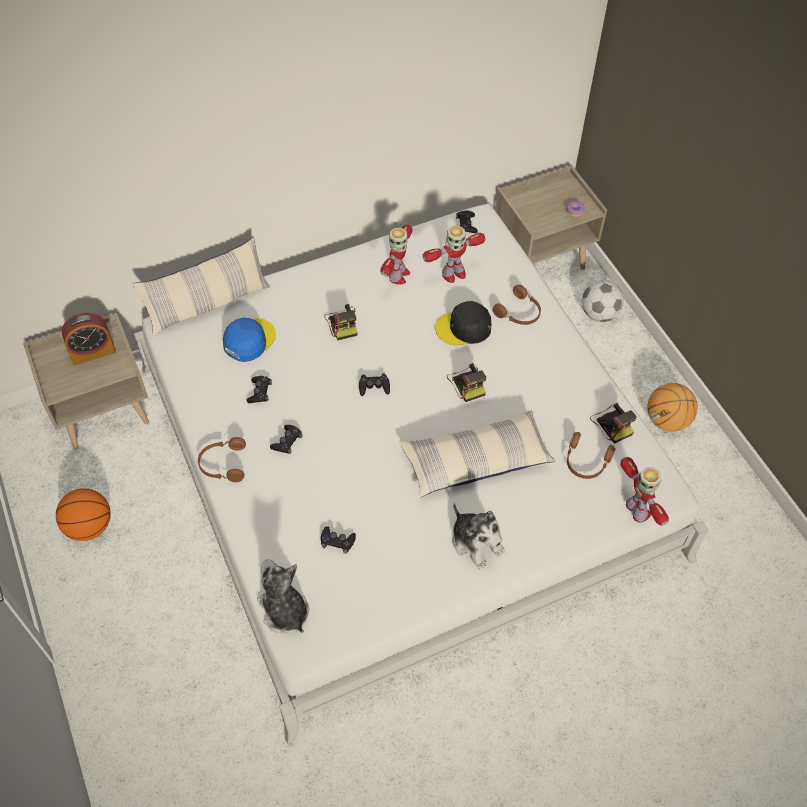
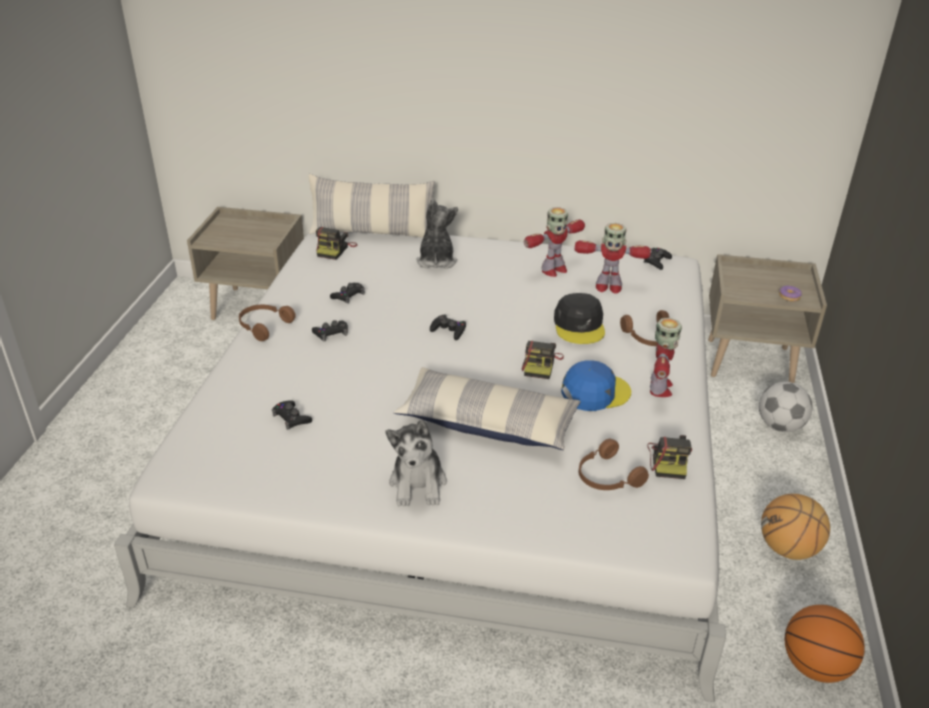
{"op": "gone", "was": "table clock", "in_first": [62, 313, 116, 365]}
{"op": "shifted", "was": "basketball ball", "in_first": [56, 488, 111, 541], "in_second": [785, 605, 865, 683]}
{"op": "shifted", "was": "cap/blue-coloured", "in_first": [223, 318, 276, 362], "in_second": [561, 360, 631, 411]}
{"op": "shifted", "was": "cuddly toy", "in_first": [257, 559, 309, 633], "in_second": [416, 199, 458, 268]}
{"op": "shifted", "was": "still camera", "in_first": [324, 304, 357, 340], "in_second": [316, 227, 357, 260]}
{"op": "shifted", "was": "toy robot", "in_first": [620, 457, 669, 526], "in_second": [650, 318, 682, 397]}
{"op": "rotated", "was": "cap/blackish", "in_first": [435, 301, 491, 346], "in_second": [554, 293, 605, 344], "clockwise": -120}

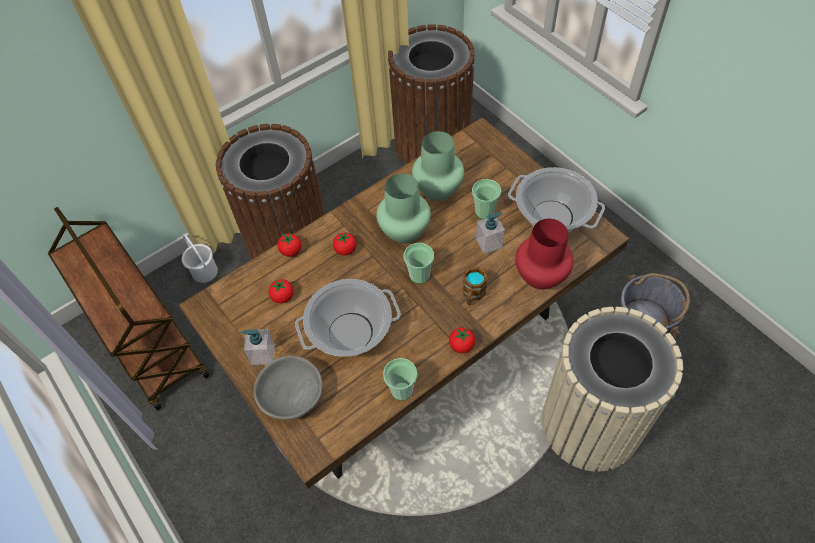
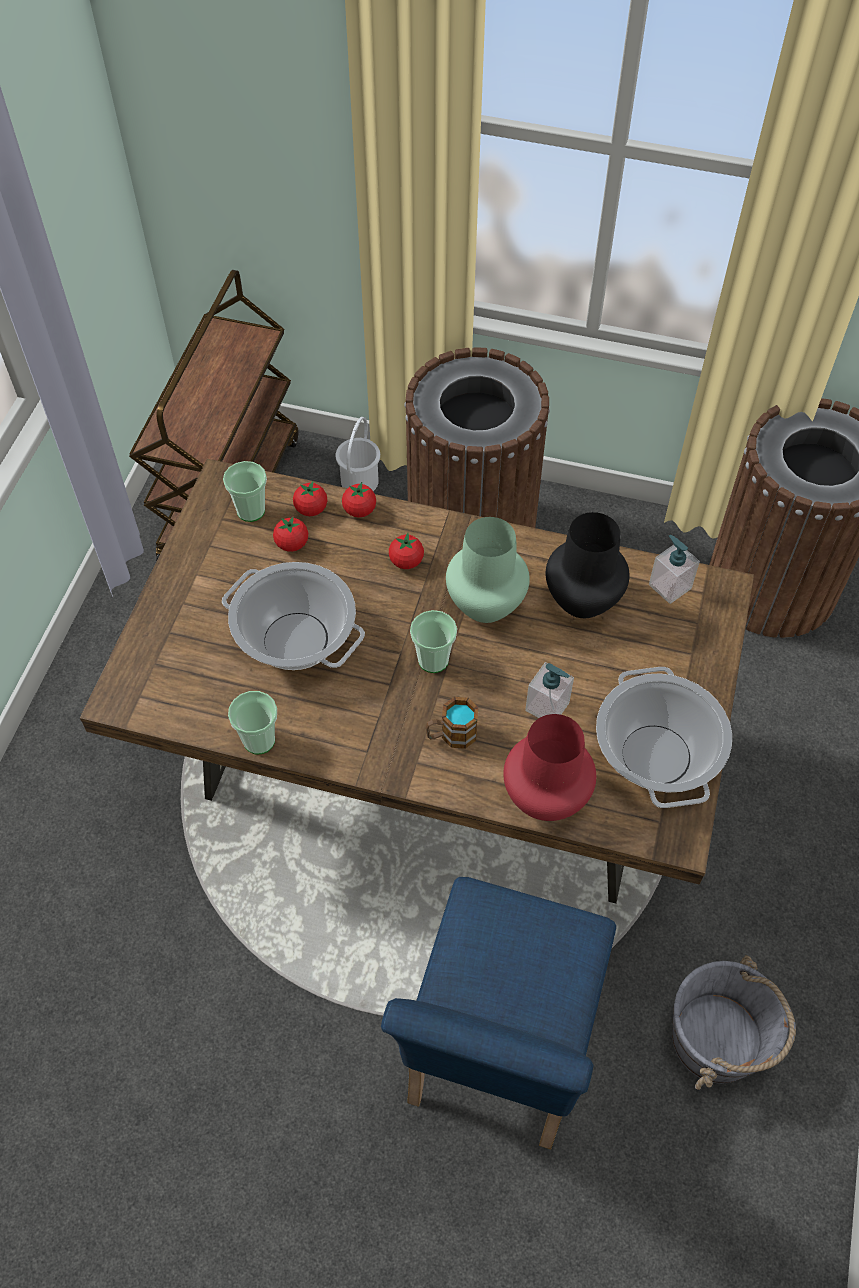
{"op": "gone", "was": "serving bowl/gray", "in_first": [254, 356, 323, 420]}
{"op": "shifted", "was": "liquid soap bottle", "in_first": [240, 329, 275, 365], "in_second": [649, 535, 700, 604]}
{"op": "shifted", "was": "tomato", "in_first": [449, 328, 475, 353], "in_second": [293, 481, 327, 516]}
{"op": "shifted", "was": "small cup", "in_first": [472, 179, 501, 219], "in_second": [223, 461, 267, 522]}
{"op": "swapped", "was": "rubbish bin/sand-coloured", "now": "plain chair/blue-coloured", "in_first": [542, 307, 683, 472], "in_second": [381, 877, 616, 1149]}
{"op": "repainted", "was": "vase/greenish", "now": "vase/blackish", "in_first": [412, 131, 464, 201], "in_second": [546, 512, 630, 618]}

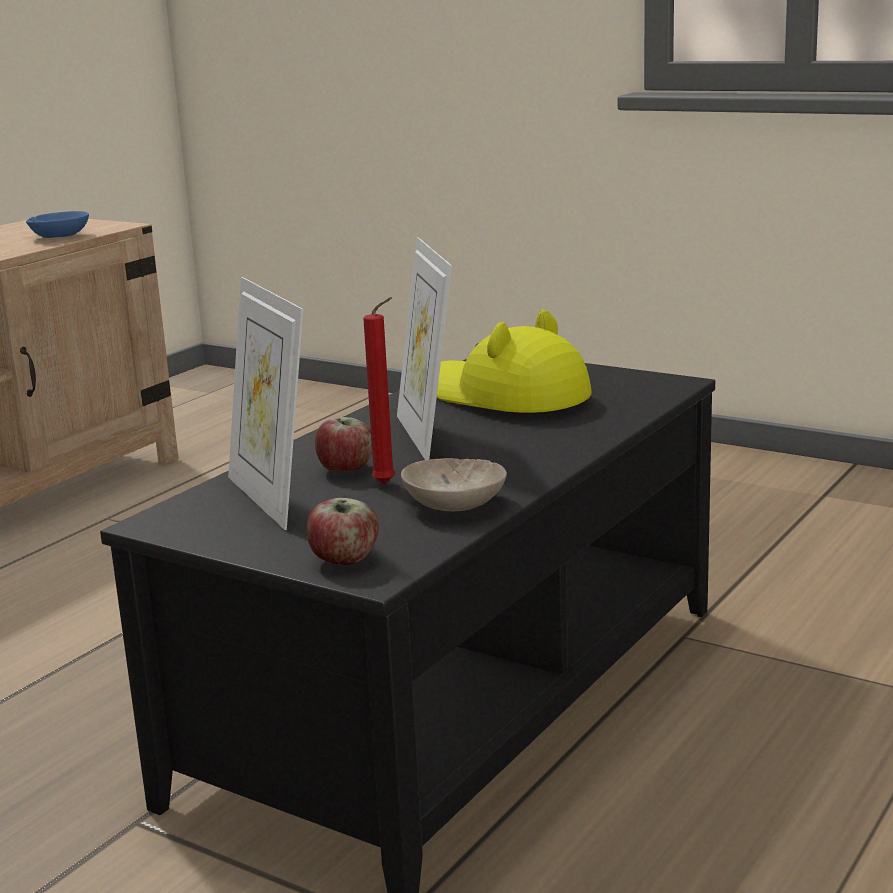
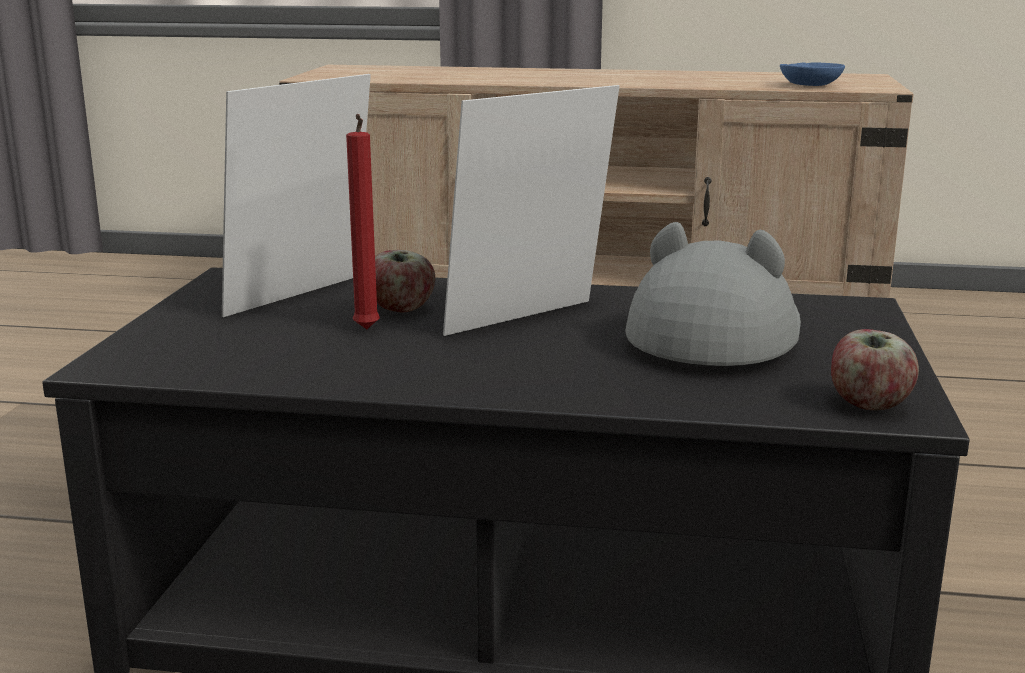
{"op": "gone", "was": "serving bowl/sand-coloured", "in_first": [401, 458, 507, 511]}
{"op": "shifted", "was": "apple fruit", "in_first": [307, 498, 379, 565], "in_second": [831, 329, 919, 410]}
{"op": "repainted", "was": "wearable hat/yellowish", "now": "wearable hat/gray", "in_first": [437, 310, 592, 413], "in_second": [625, 222, 801, 366]}

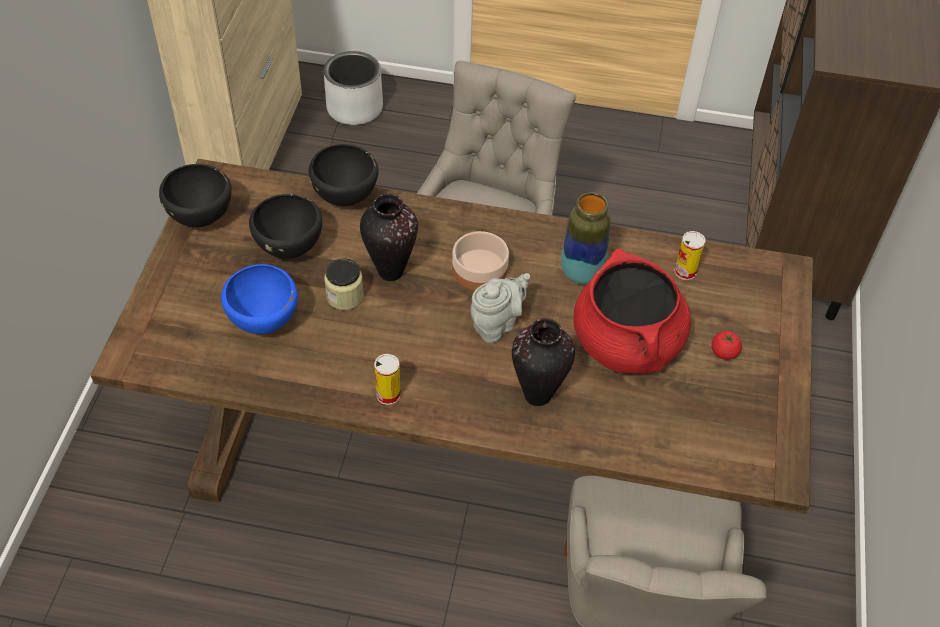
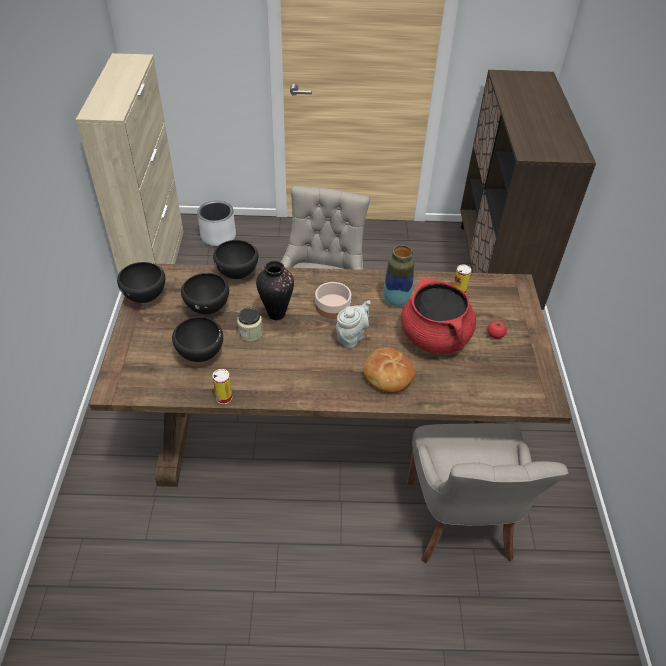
{"op": "shifted", "was": "metal can", "in_first": [374, 354, 401, 405], "in_second": [212, 369, 232, 404]}
{"op": "swapped", "was": "vase", "now": "bakery bread", "in_first": [512, 318, 575, 406], "in_second": [363, 347, 415, 393]}
{"op": "repainted", "was": "serving bowl/blue-coloured", "now": "serving bowl/blackish", "in_first": [221, 264, 298, 334], "in_second": [172, 316, 223, 362]}

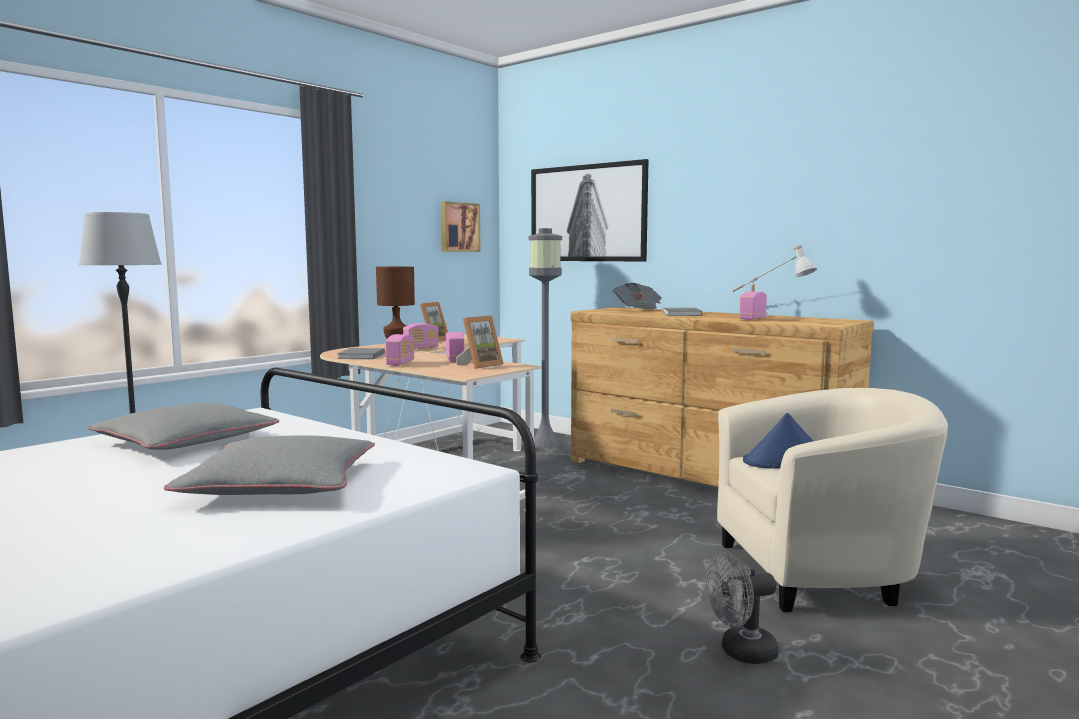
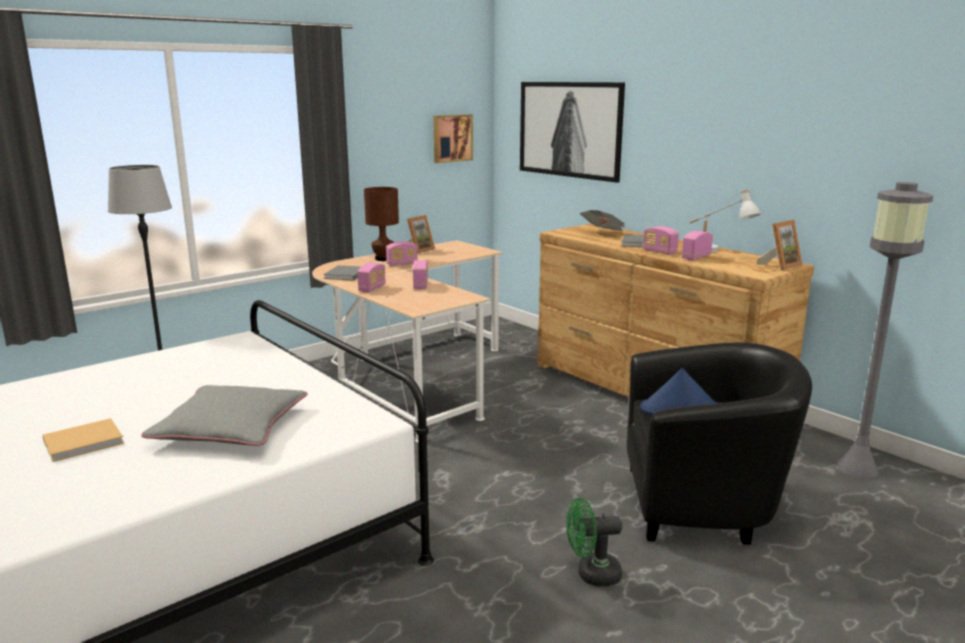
{"op": "gone", "was": "cushion/gray", "in_first": [88, 403, 279, 450]}
{"op": "new", "now": "book/sand-coloured", "in_second": [42, 418, 124, 462]}
{"op": "new", "now": "radio set", "in_second": [643, 226, 679, 255]}
{"op": "shifted", "was": "photo frame", "in_first": [456, 315, 504, 369], "in_second": [757, 220, 803, 271]}
{"op": "shifted", "was": "standard lamp/gray", "in_first": [529, 228, 562, 448], "in_second": [837, 182, 933, 478]}
{"op": "repainted", "was": "fan/gray", "now": "fan/greenish", "in_first": [706, 552, 779, 664], "in_second": [566, 498, 622, 587]}
{"op": "repainted", "was": "lounge chair/sand-coloured", "now": "lounge chair/blackish", "in_first": [717, 388, 948, 612], "in_second": [627, 343, 812, 545]}

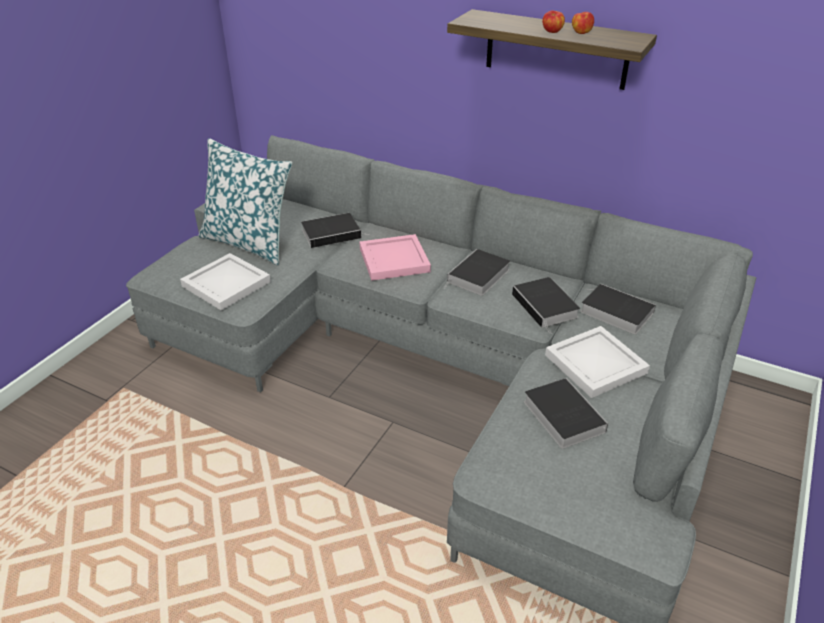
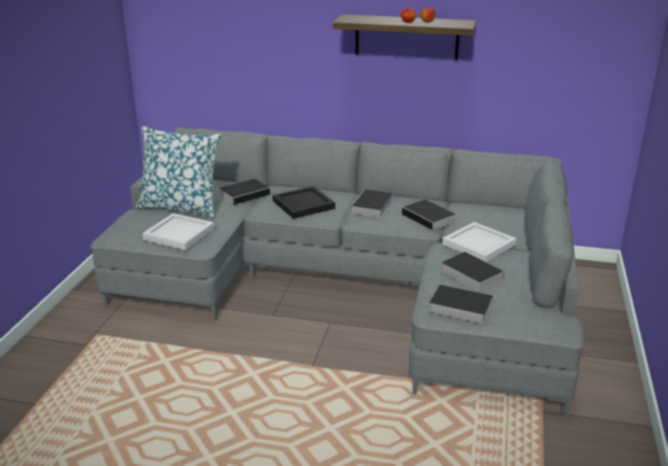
{"op": "shifted", "was": "book", "in_first": [580, 284, 656, 335], "in_second": [429, 284, 493, 324]}
{"op": "repainted", "was": "serving tray/pink-coloured", "now": "serving tray/blackish", "in_first": [359, 234, 431, 281], "in_second": [272, 186, 335, 219]}

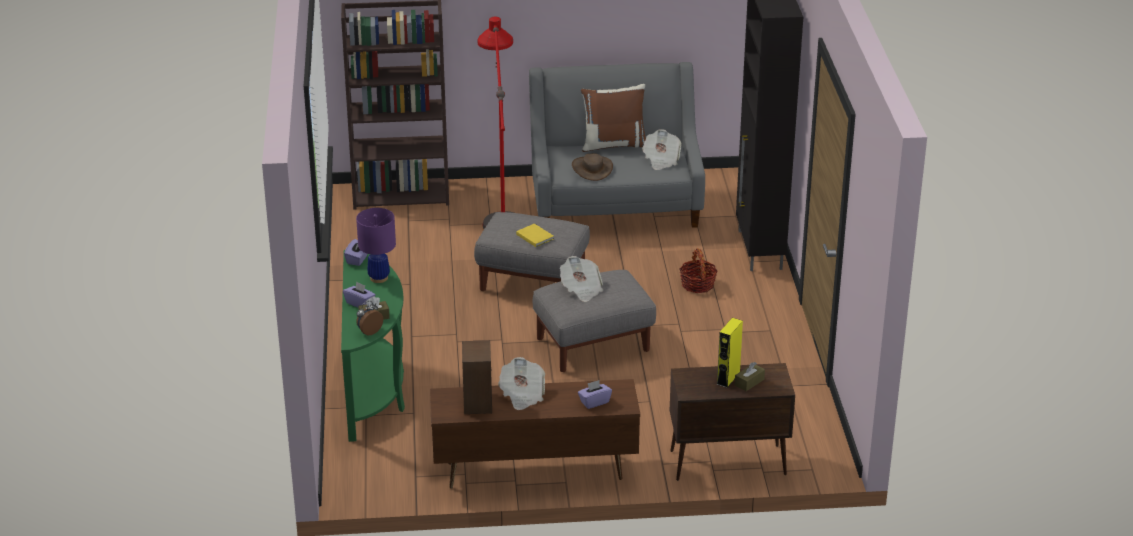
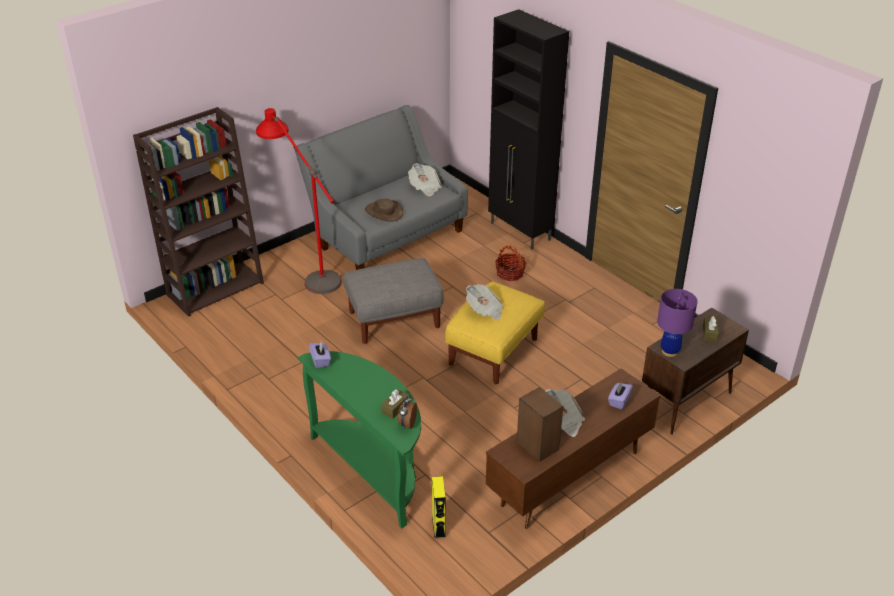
{"op": "gone", "was": "tissue box/purple", "in_first": [343, 281, 376, 307]}
{"op": "gone", "was": "book/yellowish", "in_first": [516, 224, 554, 247]}
{"op": "gone", "was": "cushion/brownish", "in_first": [581, 84, 646, 152]}
{"op": "shifted", "was": "table lamp/purple", "in_first": [356, 208, 396, 283], "in_second": [657, 289, 697, 357]}
{"op": "shifted", "was": "audio speaker/yellowish", "in_first": [717, 318, 743, 388], "in_second": [432, 476, 446, 538]}
{"op": "repainted", "was": "ottoman/gray", "now": "ottoman/yellowish", "in_first": [533, 270, 656, 372], "in_second": [445, 282, 545, 384]}

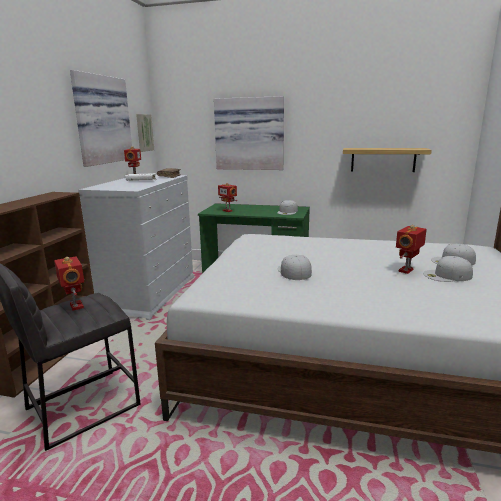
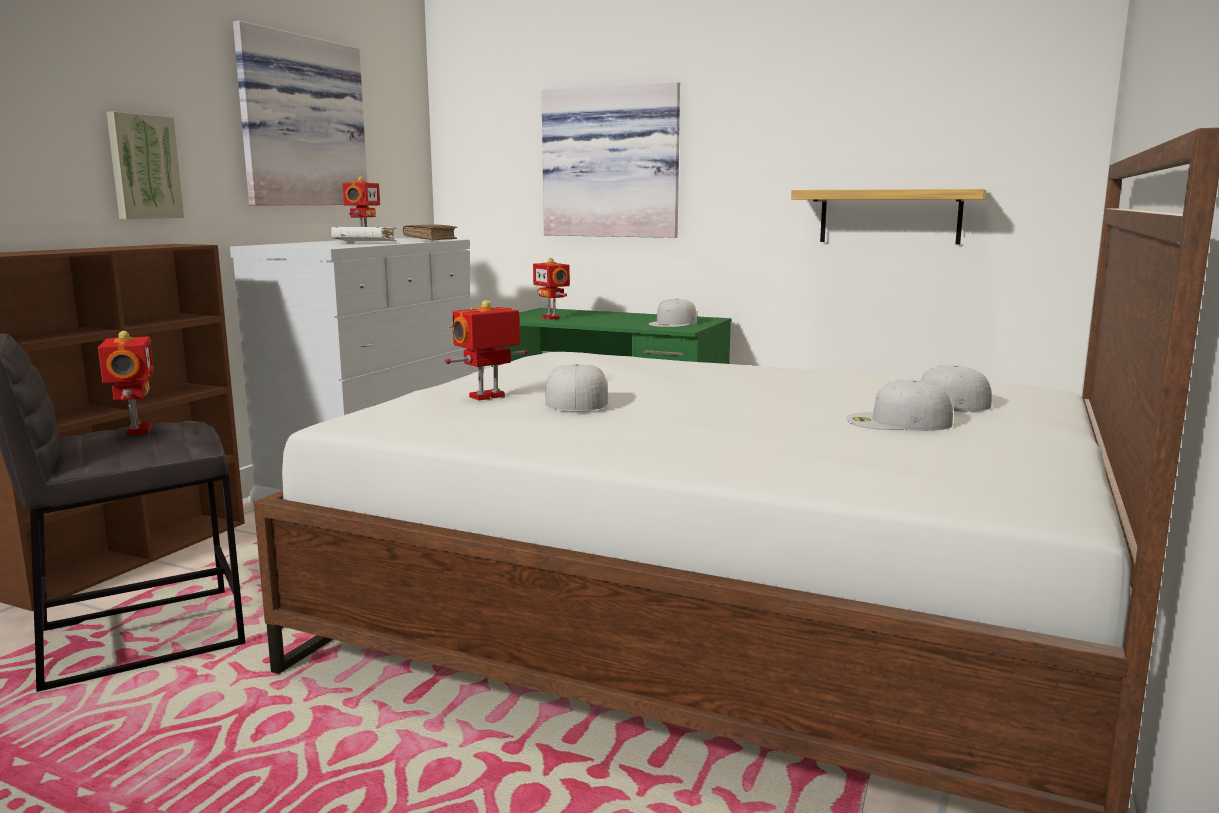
{"op": "shifted", "was": "picture", "in_first": [136, 114, 154, 152], "in_second": [107, 111, 184, 219]}
{"op": "shifted", "was": "toy robot", "in_first": [396, 225, 427, 274], "in_second": [445, 300, 528, 401]}

